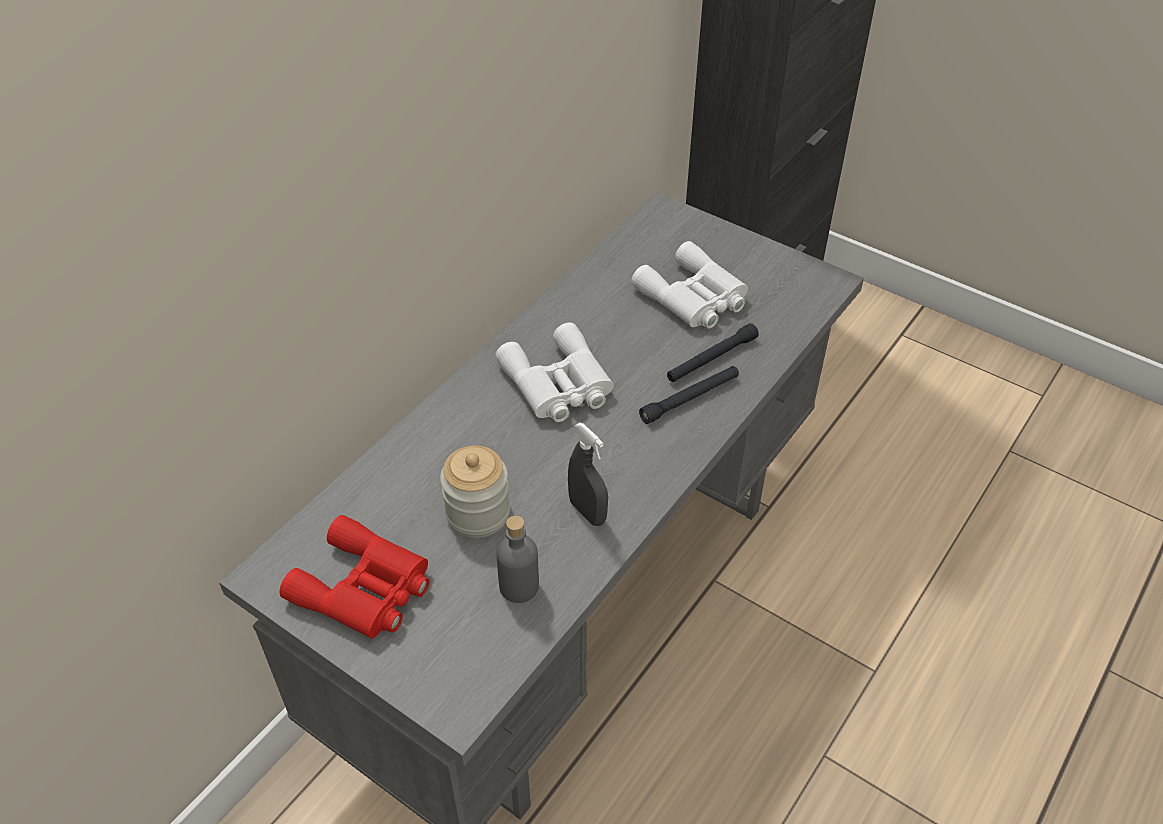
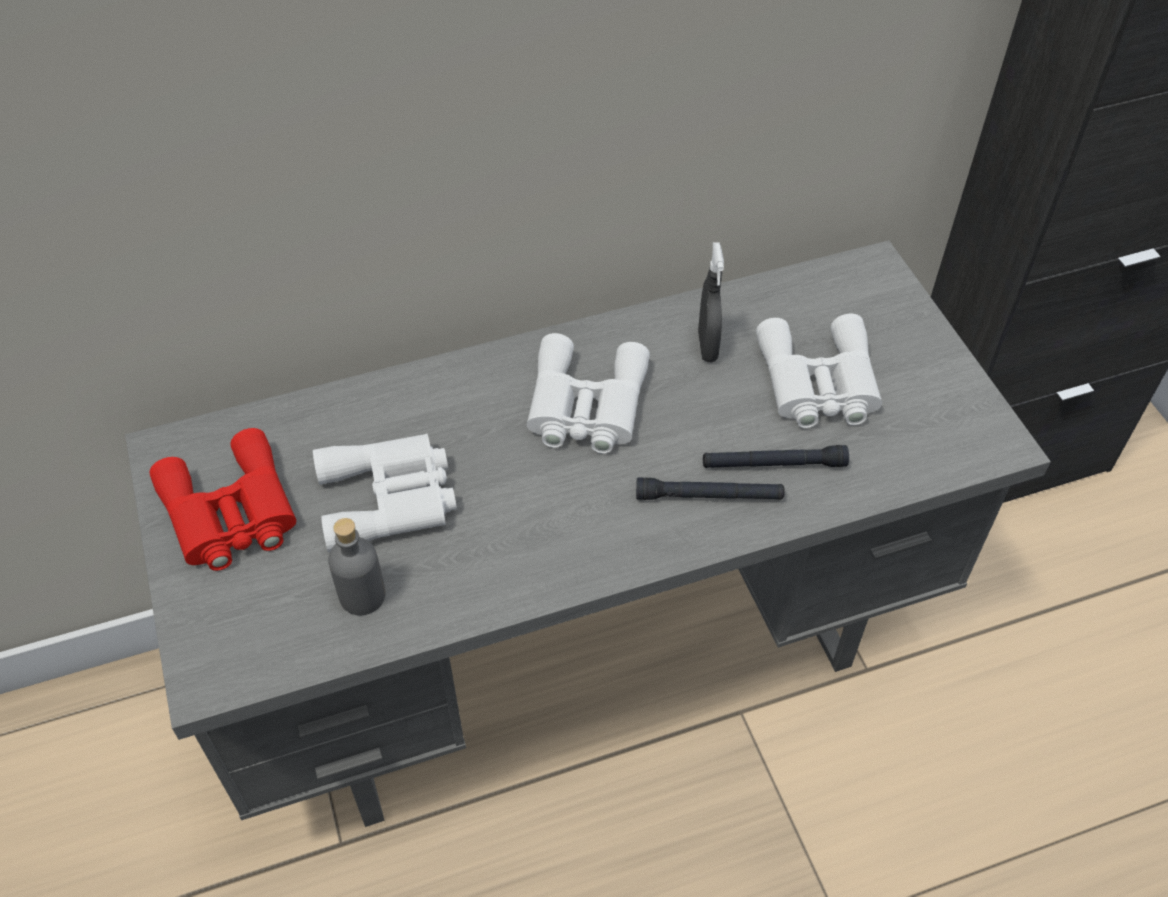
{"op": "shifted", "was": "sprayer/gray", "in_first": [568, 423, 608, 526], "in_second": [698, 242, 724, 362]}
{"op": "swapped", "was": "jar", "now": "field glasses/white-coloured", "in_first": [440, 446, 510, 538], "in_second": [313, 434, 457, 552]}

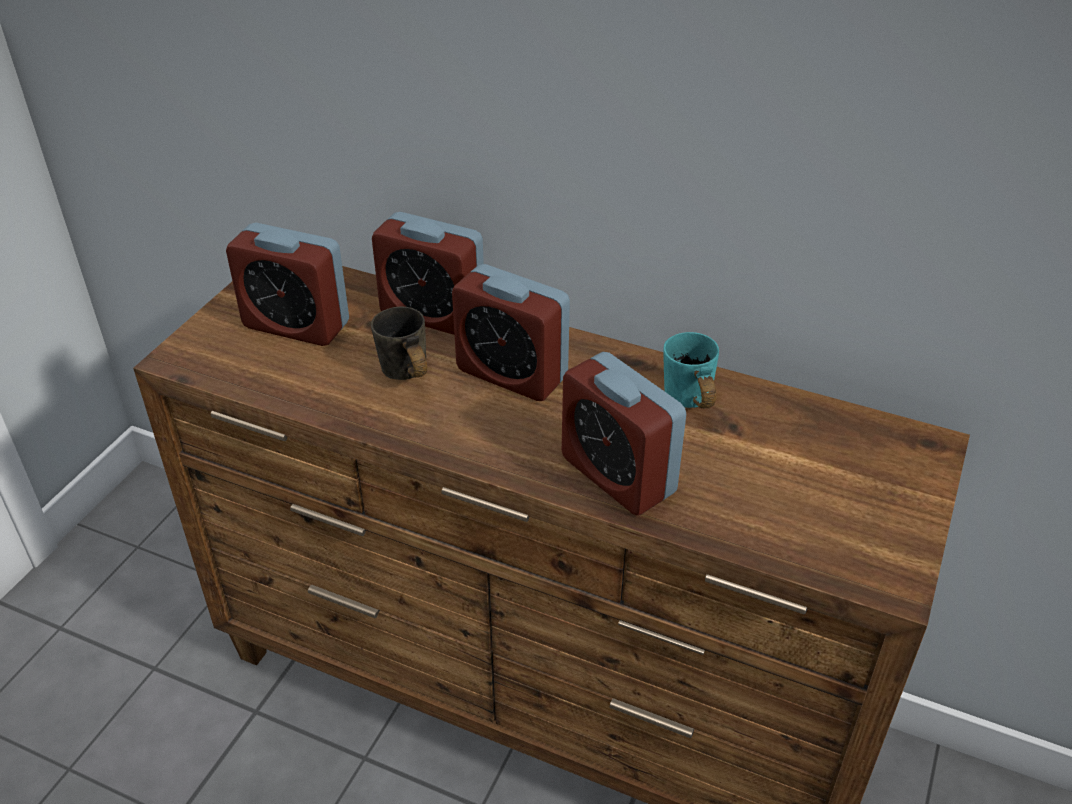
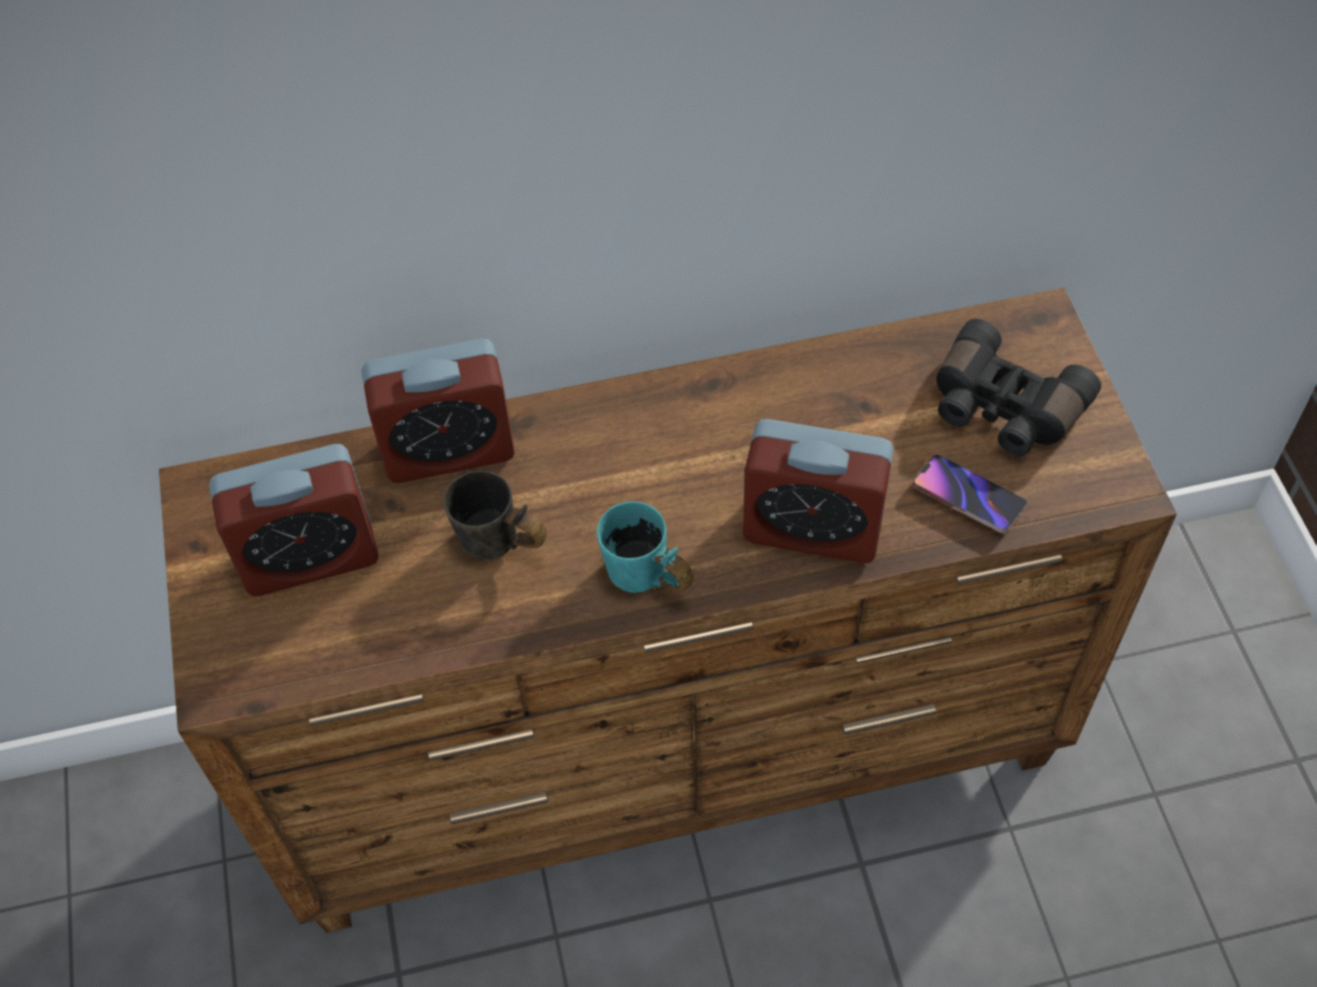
{"op": "gone", "was": "table clock", "in_first": [452, 264, 570, 401]}
{"op": "new", "now": "handset", "in_second": [913, 455, 1028, 533]}
{"op": "new", "now": "field glasses/blackish", "in_second": [936, 319, 1101, 456]}
{"op": "shifted", "was": "tea mug/turquoise-coloured", "in_first": [663, 332, 719, 408], "in_second": [597, 501, 694, 593]}

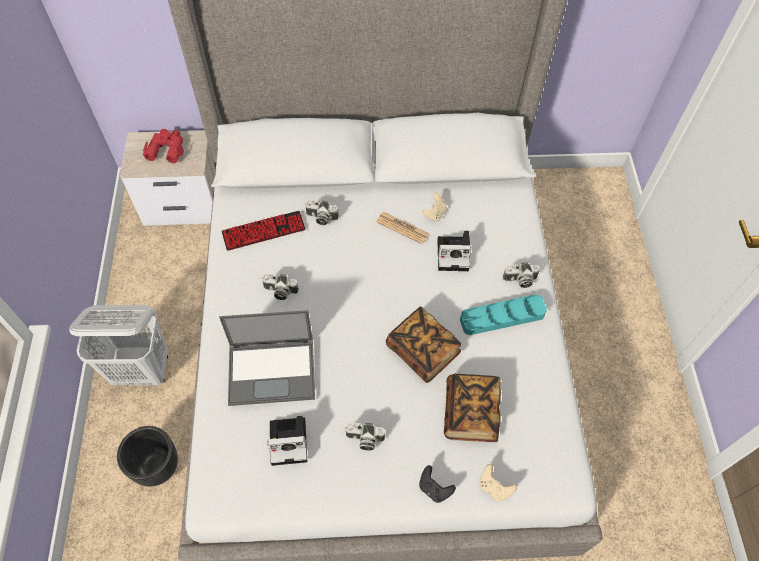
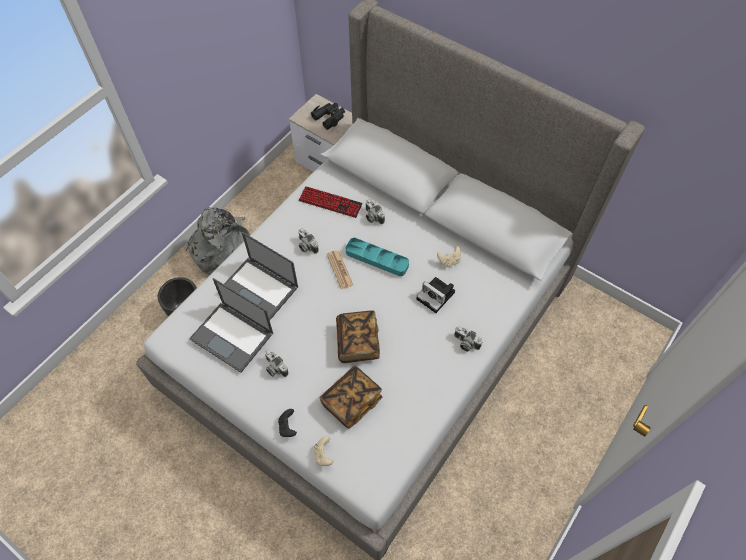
{"op": "shifted", "was": "daily paper", "in_first": [376, 212, 429, 244], "in_second": [327, 250, 354, 289]}
{"op": "shifted", "was": "serving tray/turquoise-coloured", "in_first": [460, 295, 547, 335], "in_second": [346, 238, 409, 276]}
{"op": "swapped", "was": "hamper/white-coloured", "now": "knapsack/gray", "in_first": [69, 305, 168, 385], "in_second": [186, 207, 250, 275]}
{"op": "swapped", "was": "still camera", "now": "portable computer", "in_first": [267, 416, 307, 466], "in_second": [189, 278, 273, 373]}
{"op": "repainted", "was": "field glasses/reddish", "now": "field glasses/blackish", "in_first": [142, 129, 184, 163], "in_second": [311, 103, 345, 130]}

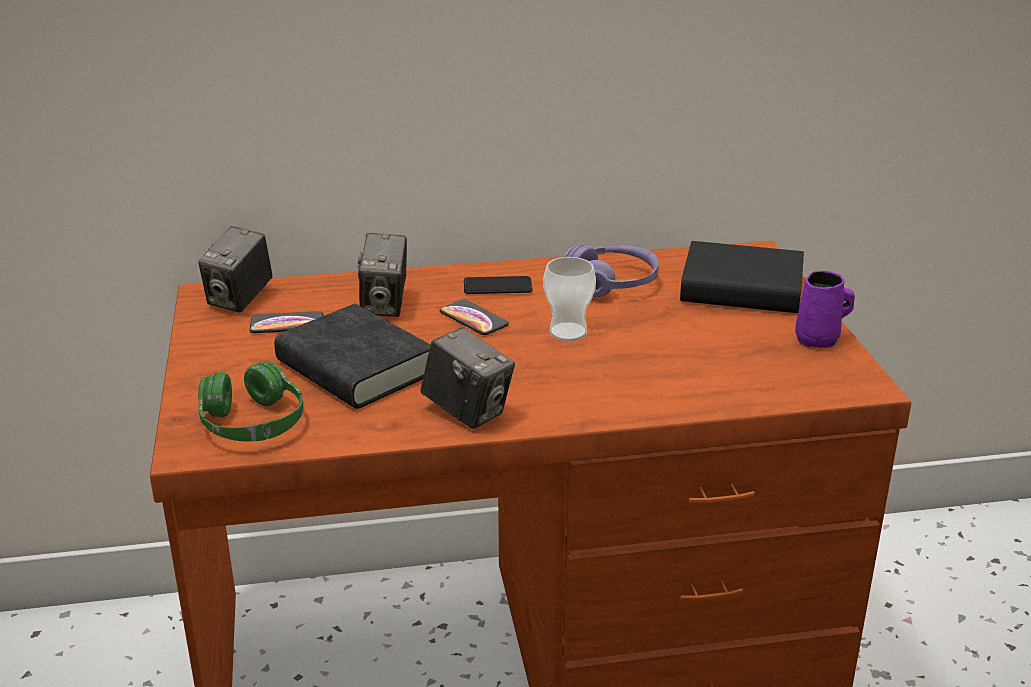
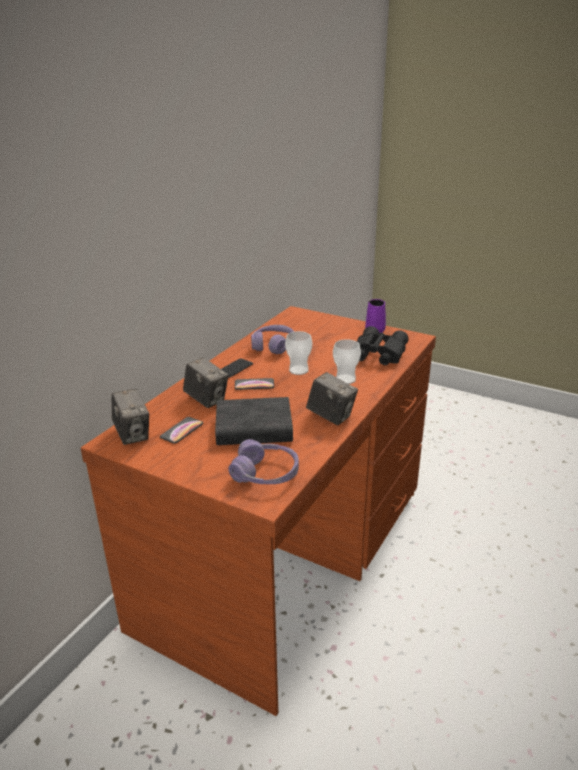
{"op": "gone", "was": "book/blackish", "in_first": [680, 241, 804, 313]}
{"op": "new", "now": "small cup", "in_second": [333, 339, 361, 384]}
{"op": "new", "now": "field glasses/blackish", "in_second": [357, 326, 408, 365]}
{"op": "repainted", "was": "headset/greenish", "now": "headset/purple", "in_first": [198, 362, 304, 442], "in_second": [228, 439, 299, 484]}
{"op": "rotated", "was": "still camera", "in_first": [420, 327, 515, 429], "in_second": [306, 372, 358, 425], "clockwise": 45}

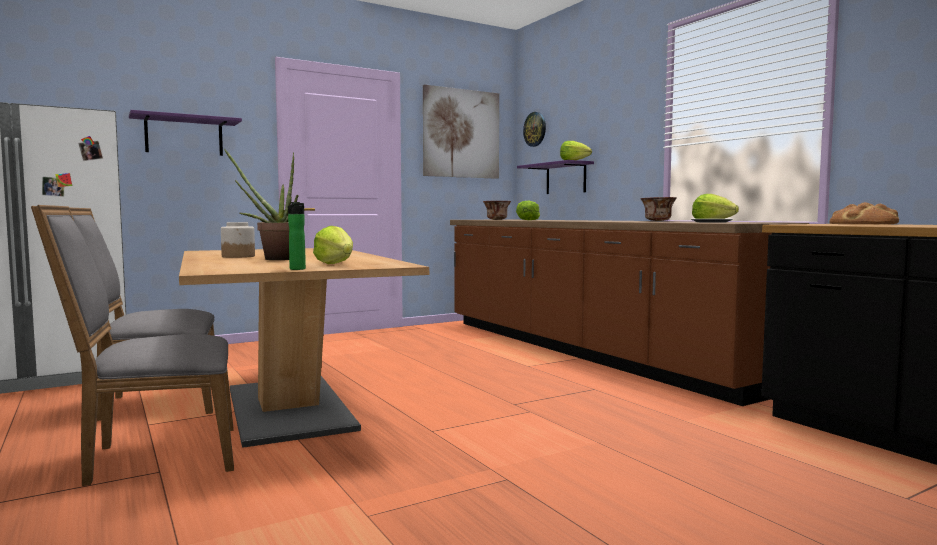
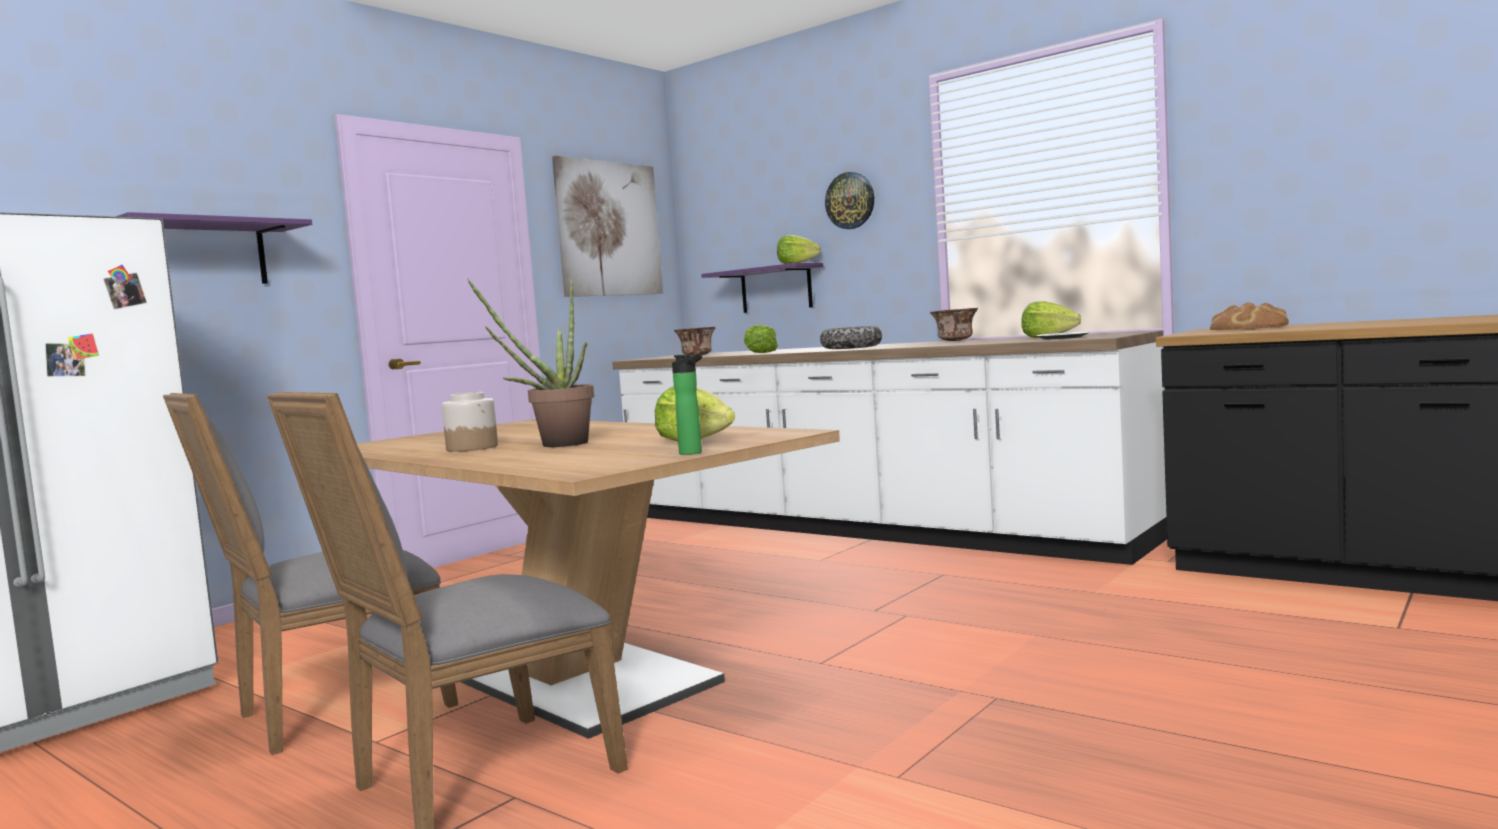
{"op": "new", "now": "serving bowl", "in_second": [820, 326, 882, 349]}
{"op": "shifted", "was": "hanging clock", "in_first": [523, 112, 546, 147], "in_second": [825, 172, 874, 229]}
{"op": "repainted", "was": "counter/brownish", "now": "counter/white-coloured", "in_first": [450, 220, 809, 406], "in_second": [612, 330, 1167, 565]}

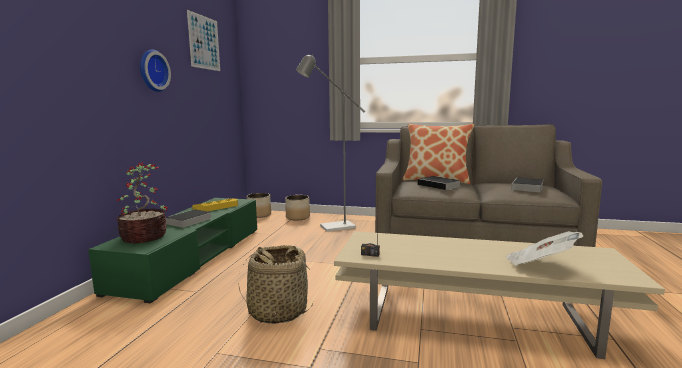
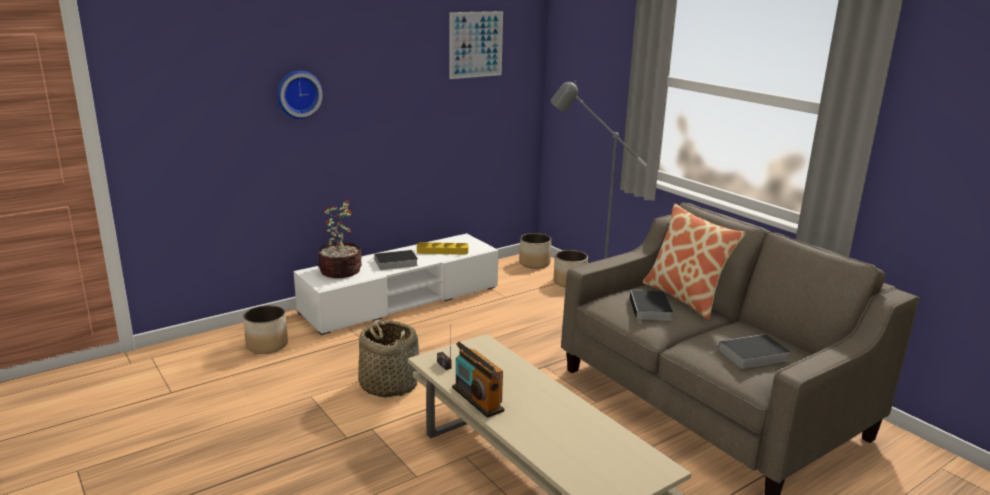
{"op": "gone", "was": "daily paper", "in_first": [506, 231, 583, 266]}
{"op": "new", "now": "plant pot", "in_second": [243, 305, 288, 354]}
{"op": "new", "now": "radio set", "in_second": [452, 342, 504, 418]}
{"op": "shifted", "was": "hanging clock", "in_first": [140, 49, 171, 92], "in_second": [277, 71, 323, 119]}
{"op": "repainted", "was": "tv unit/greenish", "now": "tv unit/white-coloured", "in_first": [88, 198, 257, 303], "in_second": [294, 233, 499, 335]}

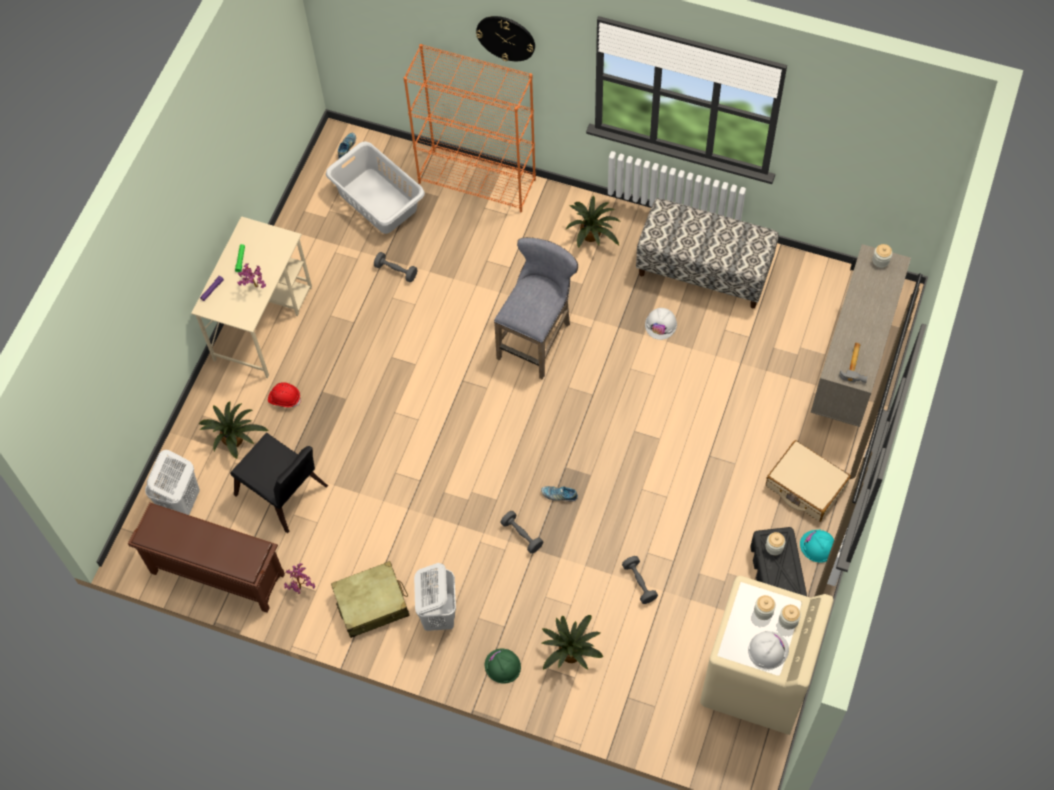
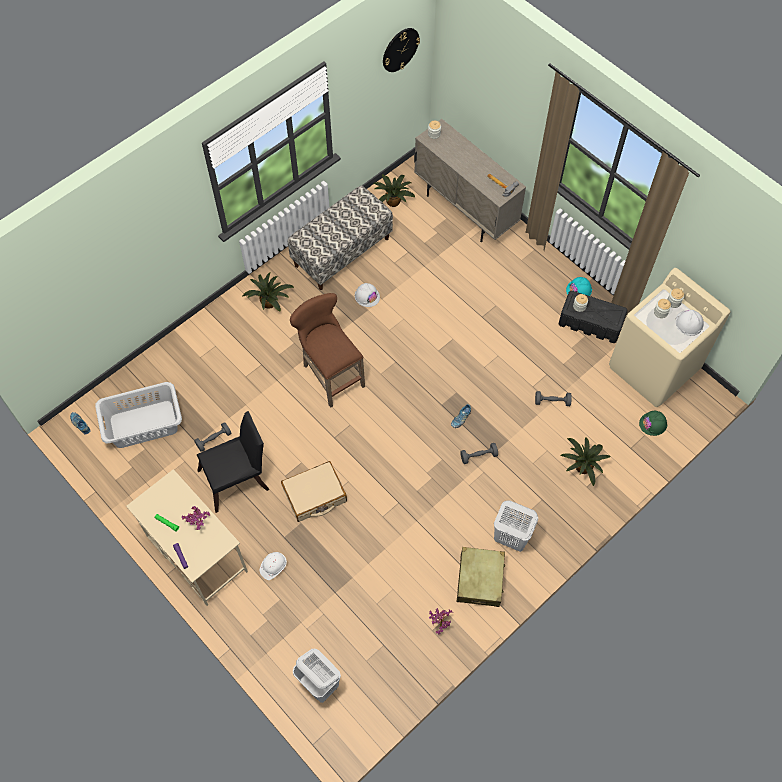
{"op": "gone", "was": "shoe rack/brownish", "in_first": [128, 503, 285, 613]}
{"op": "gone", "was": "bookshelf/orange", "in_first": [403, 44, 536, 212]}
{"op": "shifted", "was": "plant in a pot", "in_first": [199, 401, 269, 459], "in_second": [374, 174, 415, 207]}
{"op": "shifted", "was": "plain chair/blackish", "in_first": [230, 433, 328, 533], "in_second": [197, 411, 269, 513]}
{"op": "shifted", "was": "hanging clock", "in_first": [476, 16, 535, 61], "in_second": [383, 28, 420, 72]}
{"op": "shifted", "was": "safety helmet/greenish", "in_first": [485, 649, 521, 684], "in_second": [639, 411, 668, 436]}
{"op": "shifted", "was": "piece of luggage/sand-coloured", "in_first": [766, 440, 851, 522], "in_second": [281, 461, 347, 522]}
{"op": "repainted", "was": "safety helmet/reddish", "now": "safety helmet/white-coloured", "in_first": [268, 382, 301, 407], "in_second": [260, 552, 287, 580]}
{"op": "repainted", "was": "stool/gray", "now": "stool/brownish", "in_first": [494, 237, 578, 380], "in_second": [290, 293, 365, 408]}

